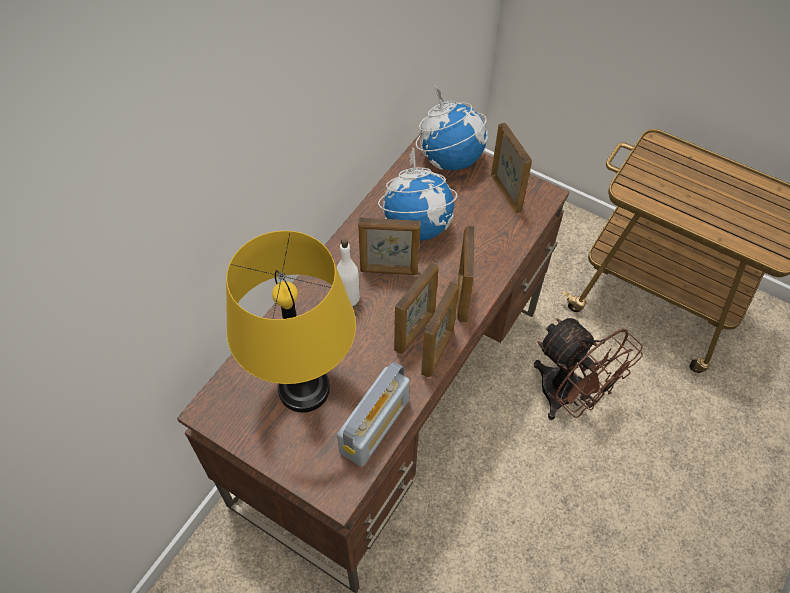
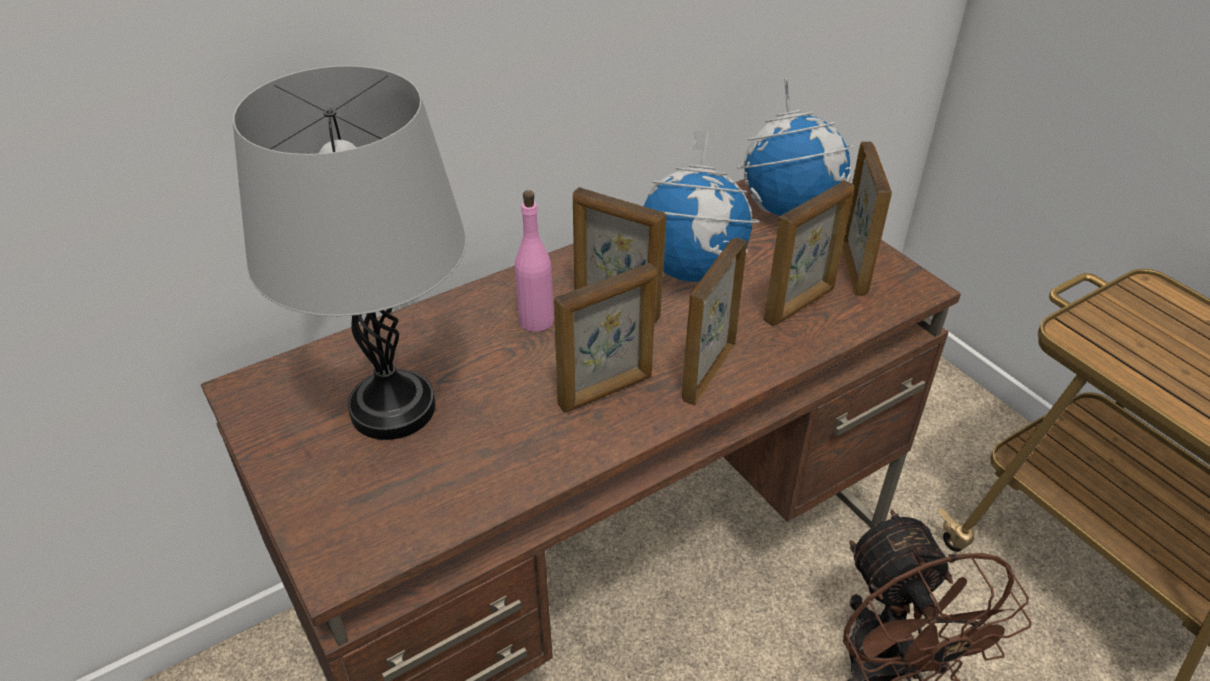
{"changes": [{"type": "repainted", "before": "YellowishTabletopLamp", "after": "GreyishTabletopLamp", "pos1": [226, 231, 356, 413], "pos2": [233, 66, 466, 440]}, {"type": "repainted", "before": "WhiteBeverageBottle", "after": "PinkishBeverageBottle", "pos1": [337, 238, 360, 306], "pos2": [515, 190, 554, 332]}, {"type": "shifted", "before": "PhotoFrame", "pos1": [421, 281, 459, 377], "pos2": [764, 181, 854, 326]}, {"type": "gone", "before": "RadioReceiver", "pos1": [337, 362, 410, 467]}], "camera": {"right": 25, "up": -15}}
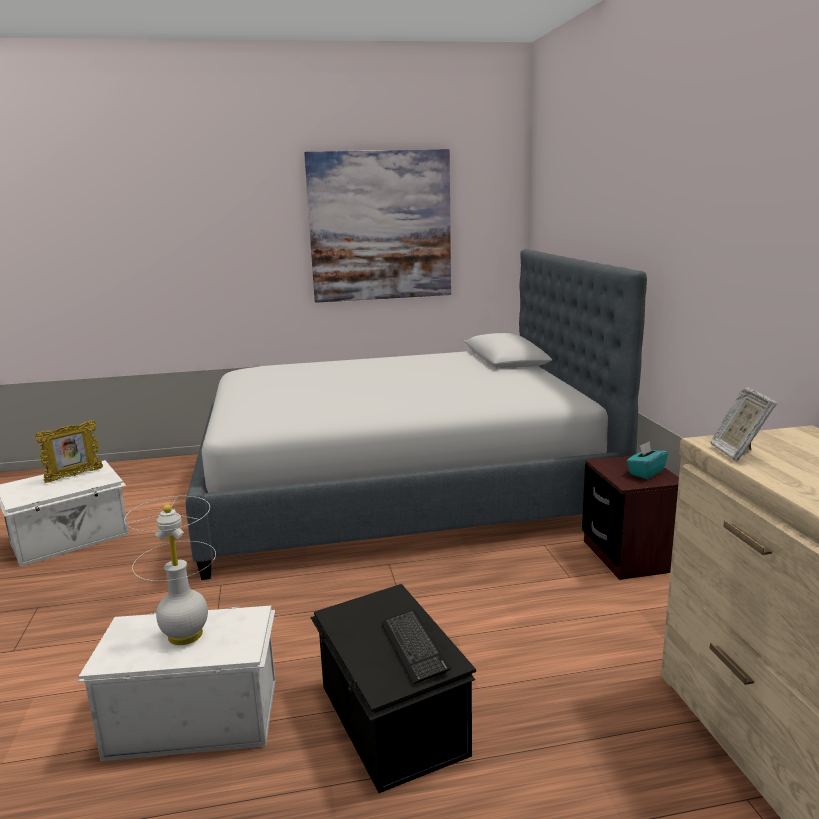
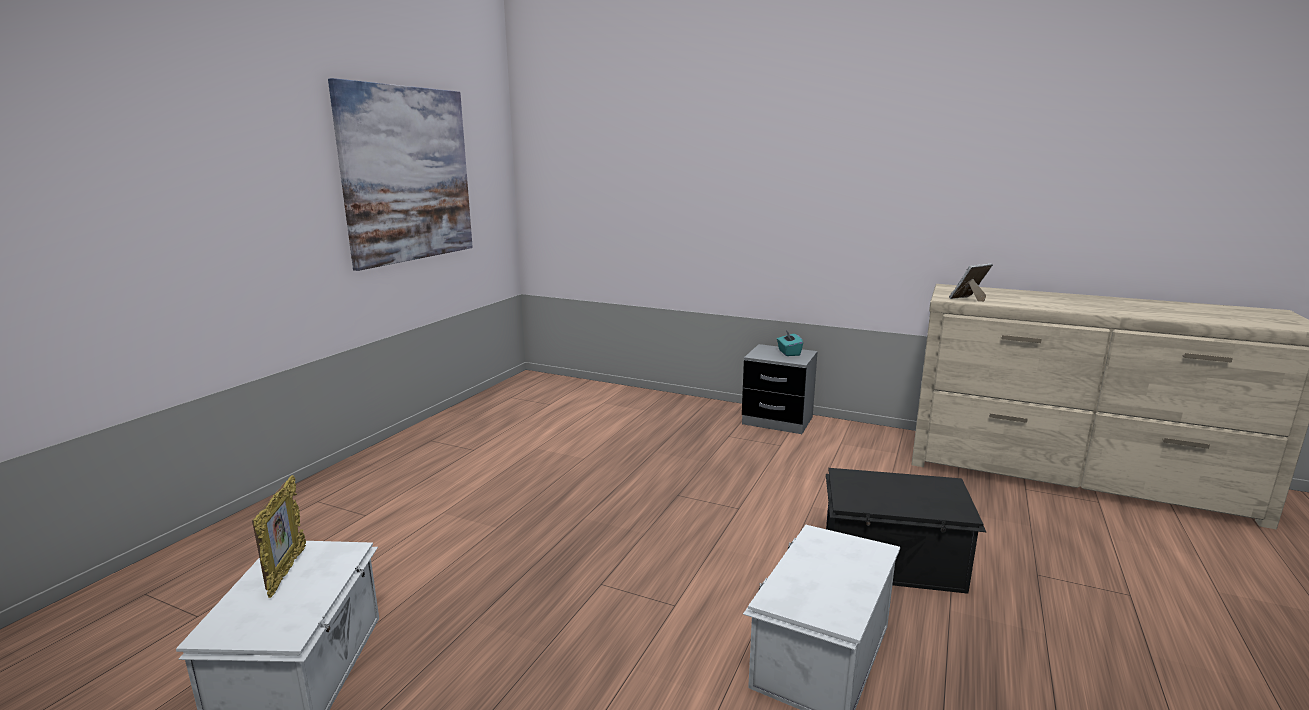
{"changes": [{"type": "repainted", "before": "BrownishBedsideTable", "after": "GreyishBedsideTable", "pos1": [582, 455, 679, 580], "pos2": [742, 344, 818, 434]}, {"type": "rotated", "before": "PhotoFrame", "pos1": [710, 387, 777, 462], "pos2": [949, 263, 993, 301], "turn": 120}, {"type": "gone", "before": "WhiteTabletopLamp", "pos1": [124, 496, 216, 645]}, {"type": "gone", "before": "Bed", "pos1": [186, 249, 647, 580]}, {"type": "gone", "before": "PcKeyboard", "pos1": [381, 610, 450, 684]}], "camera": {"right": -55, "up": 0}}
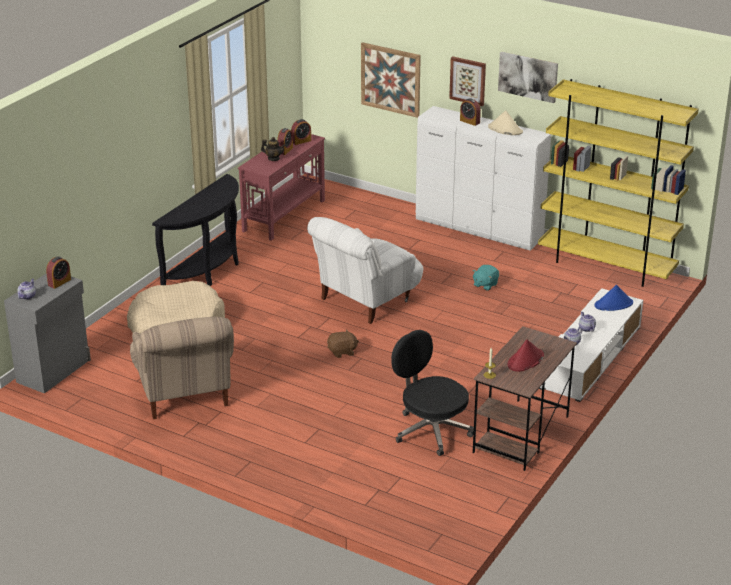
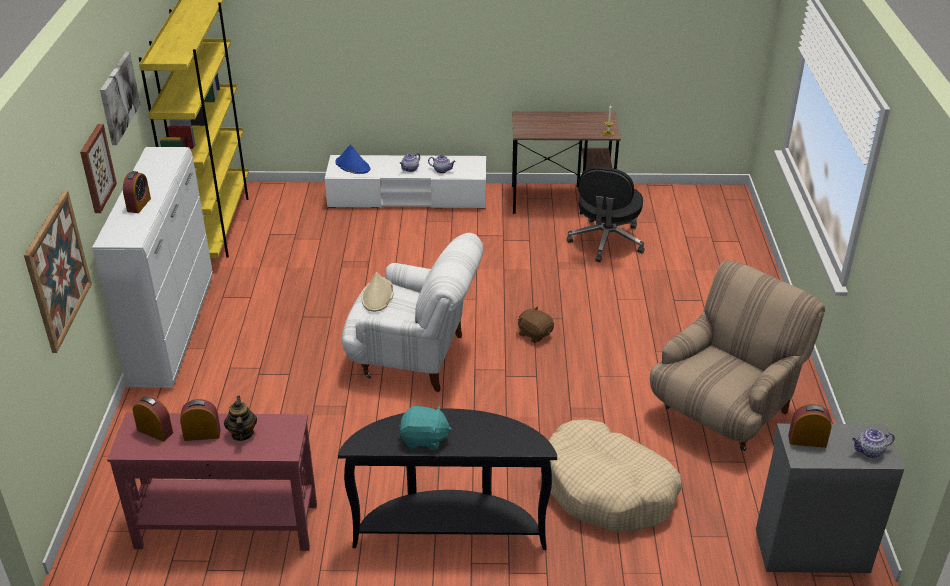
{"changes": [{"type": "shifted", "before": "BeigeColouredWearableHat", "pos1": [488, 110, 523, 135], "pos2": [362, 272, 394, 312]}, {"type": "shifted", "before": "BlueGreenPlushToy", "pos1": [472, 265, 499, 291], "pos2": [399, 405, 452, 450]}, {"type": "gone", "before": "RedWearableHat", "pos1": [508, 339, 544, 372]}], "camera": {"right": -120, "up": 5}}
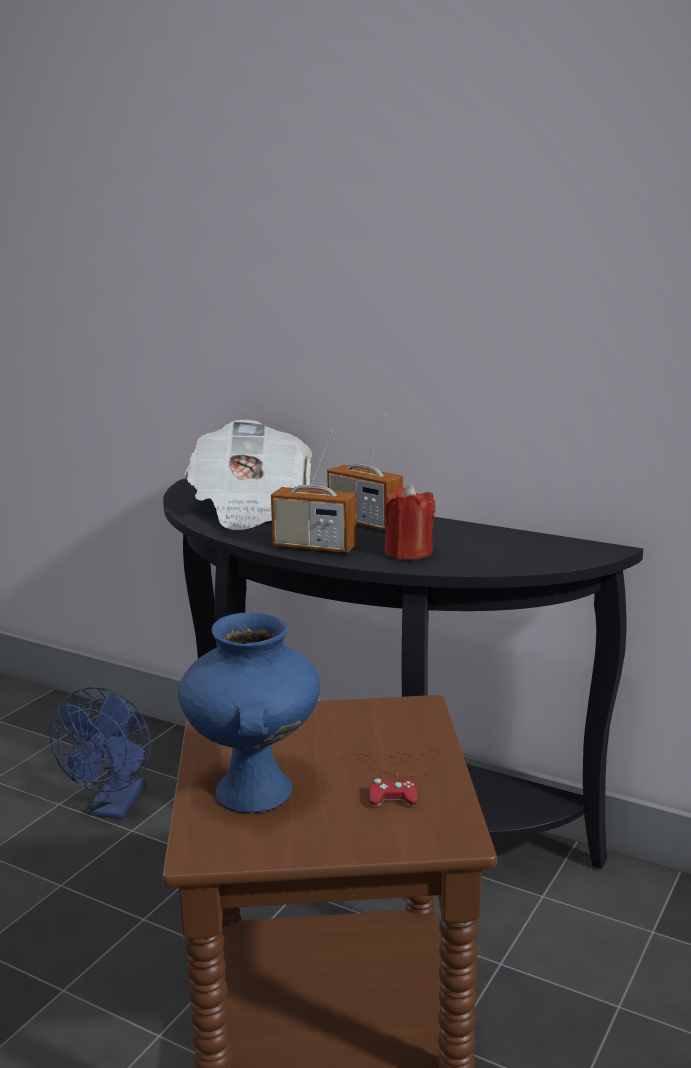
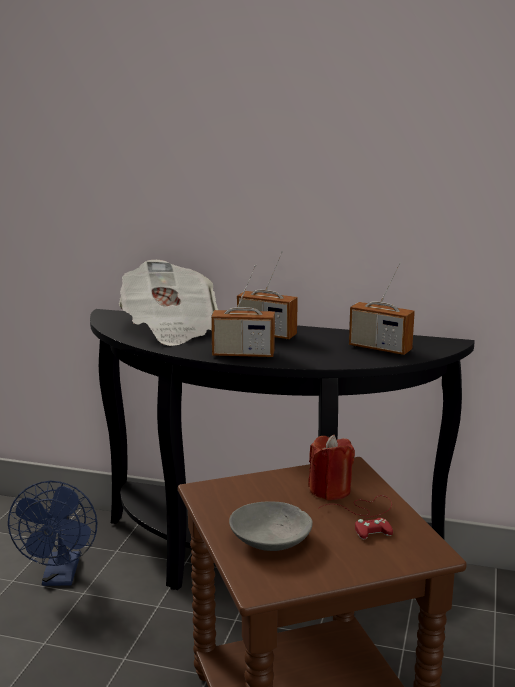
{"changes": [{"type": "swapped", "before": "BluishFlowerVase", "after": "GreyishBowl", "pos1": [178, 613, 320, 813], "pos2": [229, 501, 313, 551]}, {"type": "shifted", "before": "RedWaxLight", "pos1": [385, 484, 435, 559], "pos2": [308, 435, 355, 500]}, {"type": "new", "after": "RadioReceiver", "pos2": [349, 262, 415, 355]}], "camera": {"right": -15, "up": 0}}
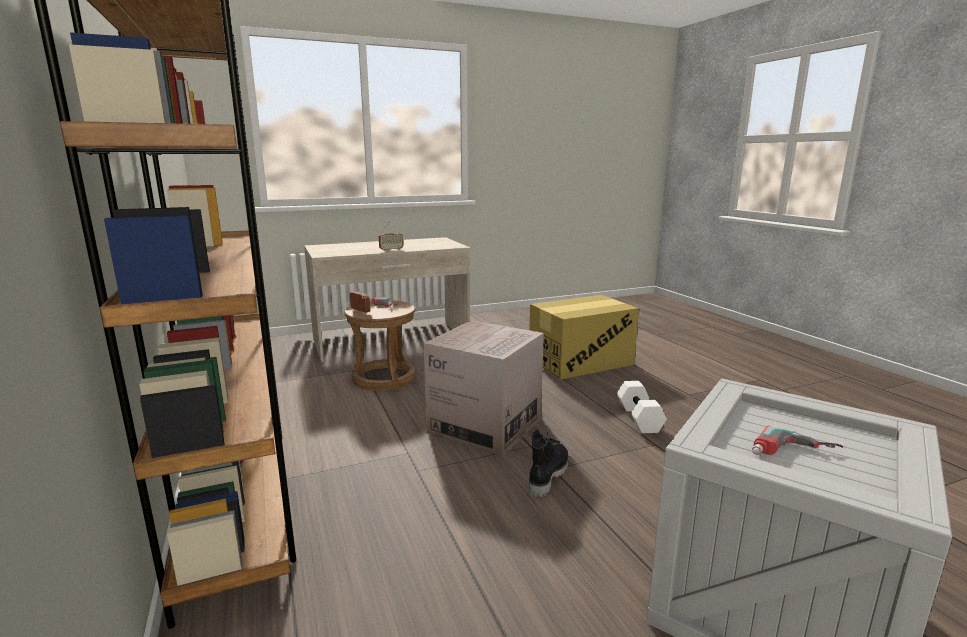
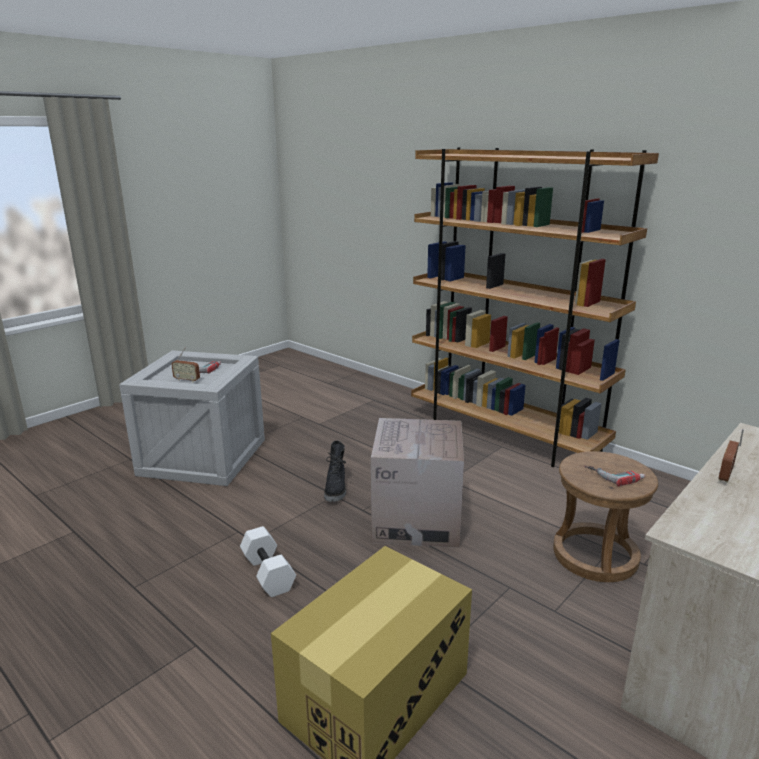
{"changes": [{"type": "shifted", "before": "RadioReceiver", "pos1": [350, 280, 370, 314], "pos2": [171, 347, 200, 383]}], "camera": {"right": 155, "up": 5}}
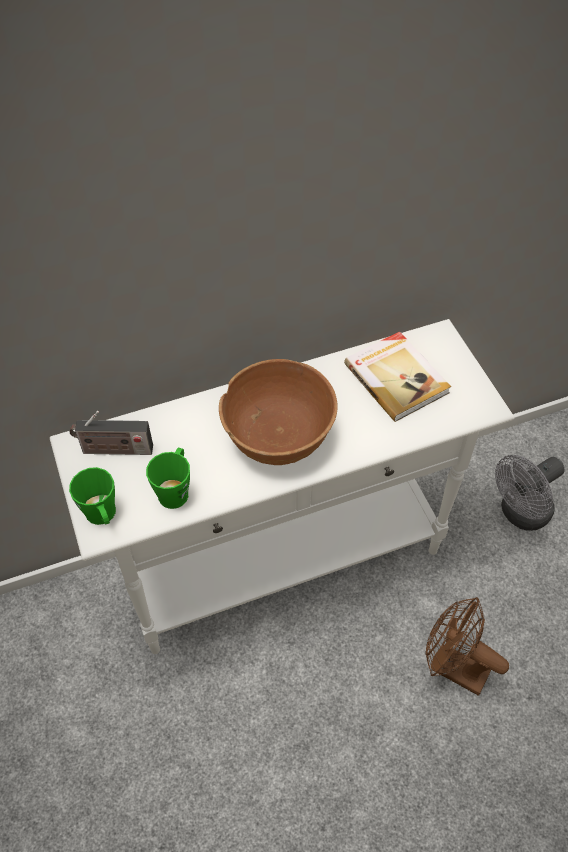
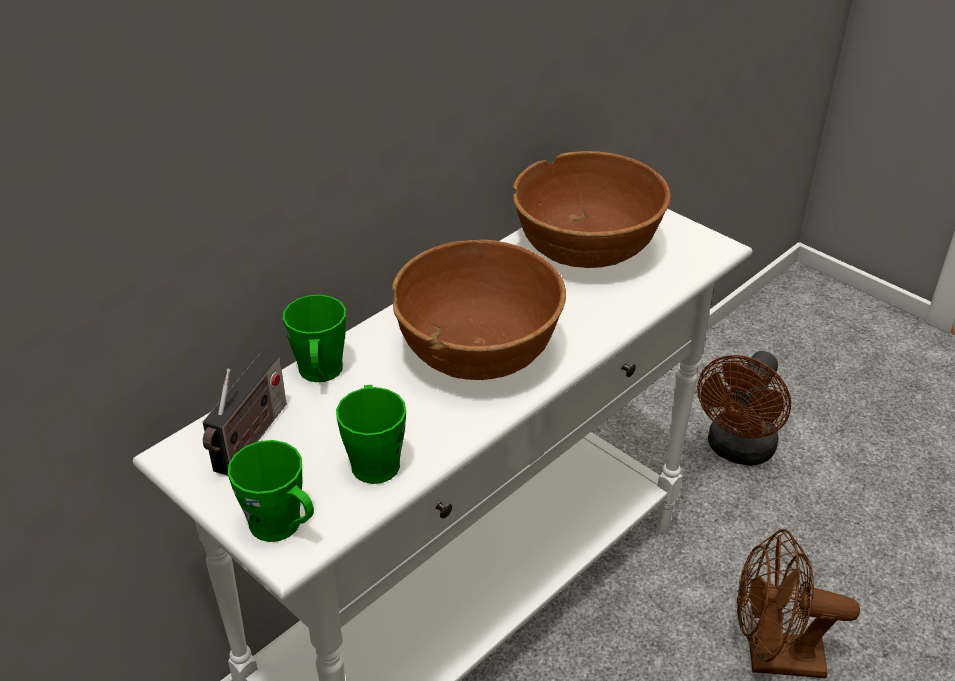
{"changes": [{"type": "rotated", "before": "RadioReceiver", "pos1": [69, 411, 153, 455], "pos2": [203, 351, 287, 476], "turn": -45}, {"type": "new", "after": "GreenCoffeeMug", "pos2": [283, 295, 346, 382]}, {"type": "swapped", "before": "BoundBook", "after": "BrownishBowl", "pos1": [344, 332, 451, 422], "pos2": [513, 151, 671, 268]}, {"type": "repainted", "before": "GreyishCoolingFan", "after": "BrownishCoolingFan", "pos1": [495, 455, 565, 531], "pos2": [697, 351, 791, 466]}], "camera": {"right": -25, "up": -15}}
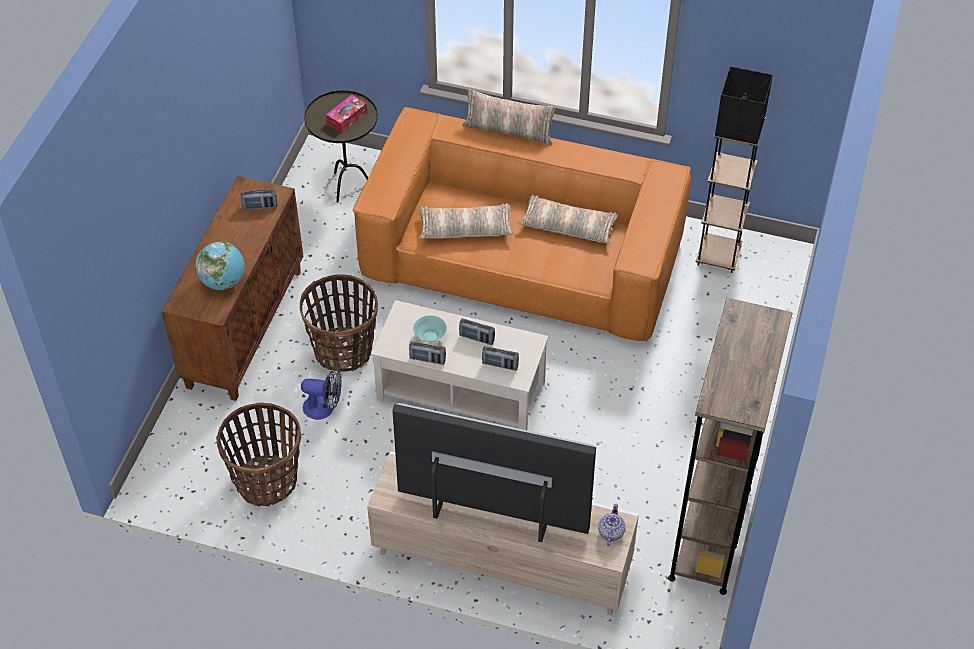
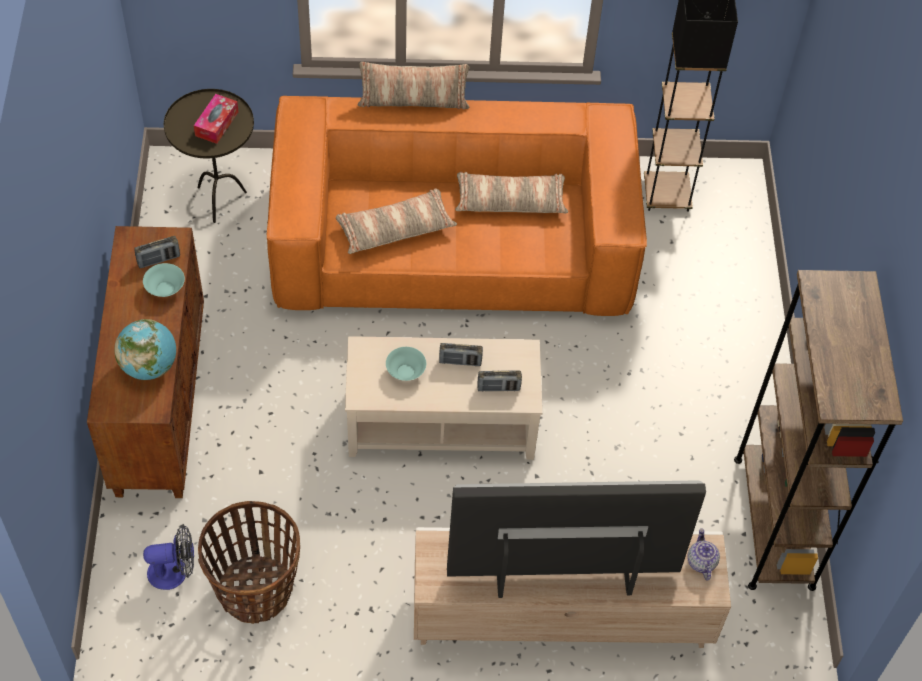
{"changes": [{"type": "new", "after": "BlueGreenBowl", "pos2": [143, 263, 185, 297]}, {"type": "shifted", "before": "CoolingFan", "pos1": [301, 369, 342, 420], "pos2": [143, 525, 194, 590]}, {"type": "gone", "before": "Basket", "pos1": [299, 274, 378, 372]}, {"type": "gone", "before": "RadioReceiver", "pos1": [409, 341, 446, 365]}], "camera": {"right": -20, "up": 5}}
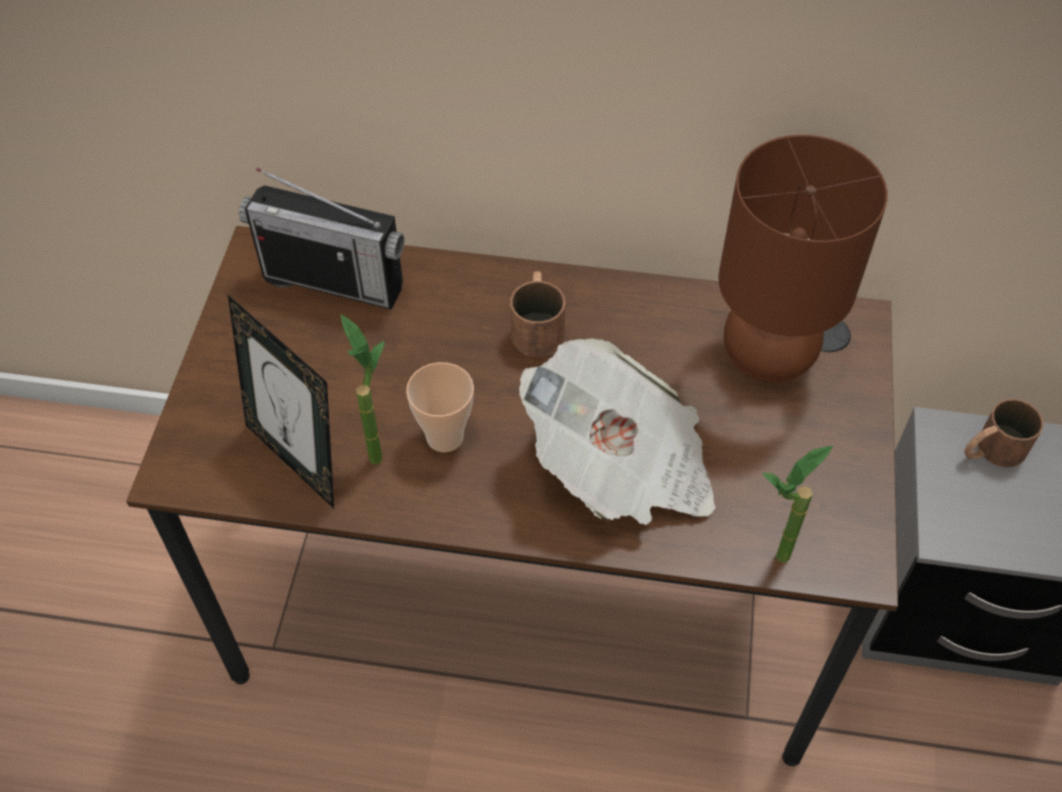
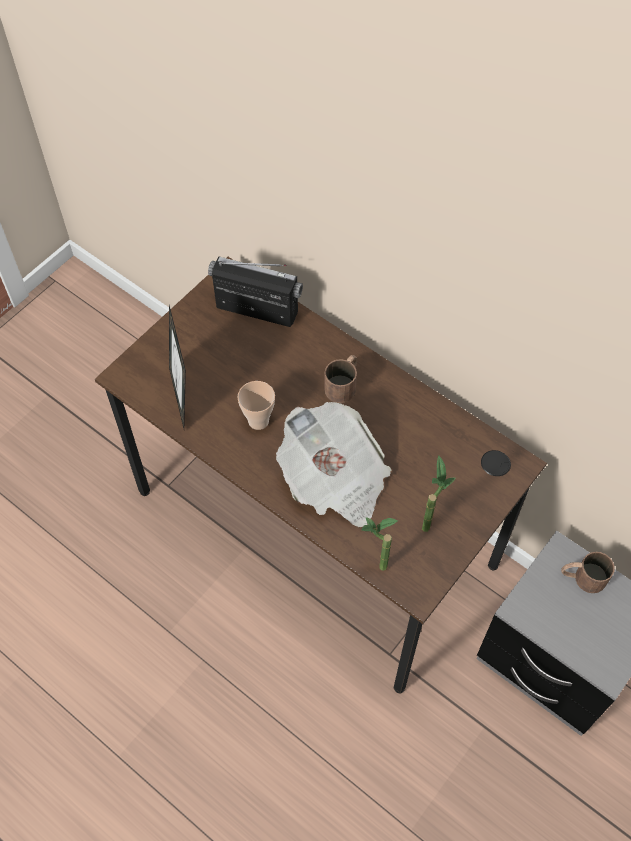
{"changes": [{"type": "rotated", "before": "RadioReceiver", "pos1": [239, 168, 404, 309], "pos2": [208, 256, 303, 327], "turn": 150}, {"type": "shifted", "before": "Houseplant", "pos1": [341, 315, 385, 465], "pos2": [422, 455, 456, 532]}, {"type": "gone", "before": "BrownishTabletopLamp", "pos1": [718, 135, 888, 382]}], "camera": {"right": 30, "up": 5}}
